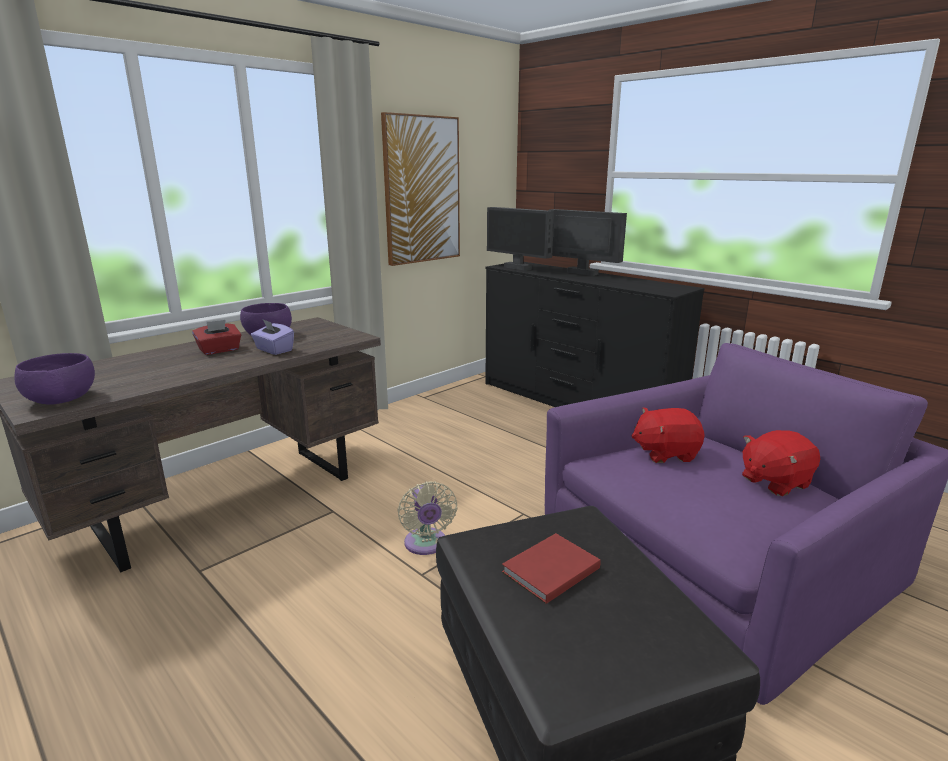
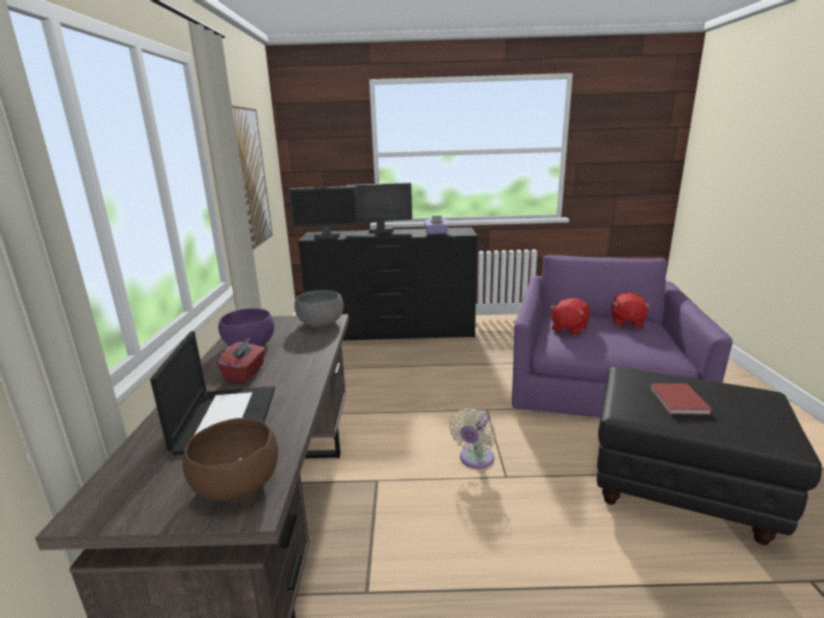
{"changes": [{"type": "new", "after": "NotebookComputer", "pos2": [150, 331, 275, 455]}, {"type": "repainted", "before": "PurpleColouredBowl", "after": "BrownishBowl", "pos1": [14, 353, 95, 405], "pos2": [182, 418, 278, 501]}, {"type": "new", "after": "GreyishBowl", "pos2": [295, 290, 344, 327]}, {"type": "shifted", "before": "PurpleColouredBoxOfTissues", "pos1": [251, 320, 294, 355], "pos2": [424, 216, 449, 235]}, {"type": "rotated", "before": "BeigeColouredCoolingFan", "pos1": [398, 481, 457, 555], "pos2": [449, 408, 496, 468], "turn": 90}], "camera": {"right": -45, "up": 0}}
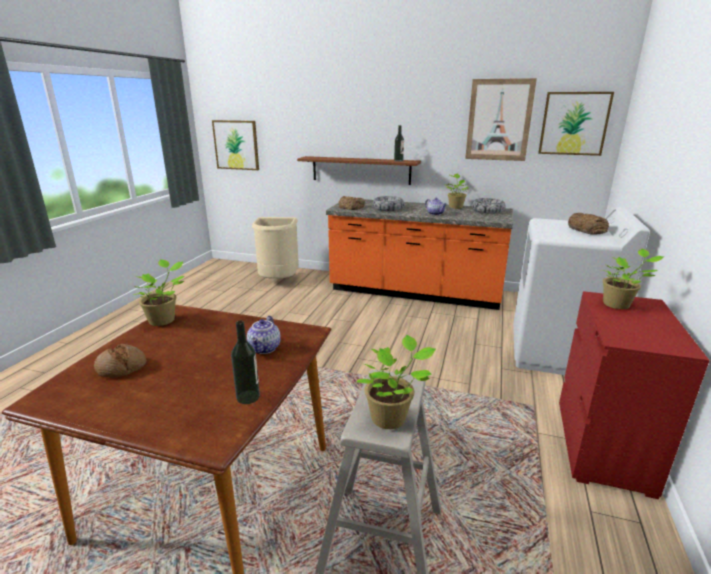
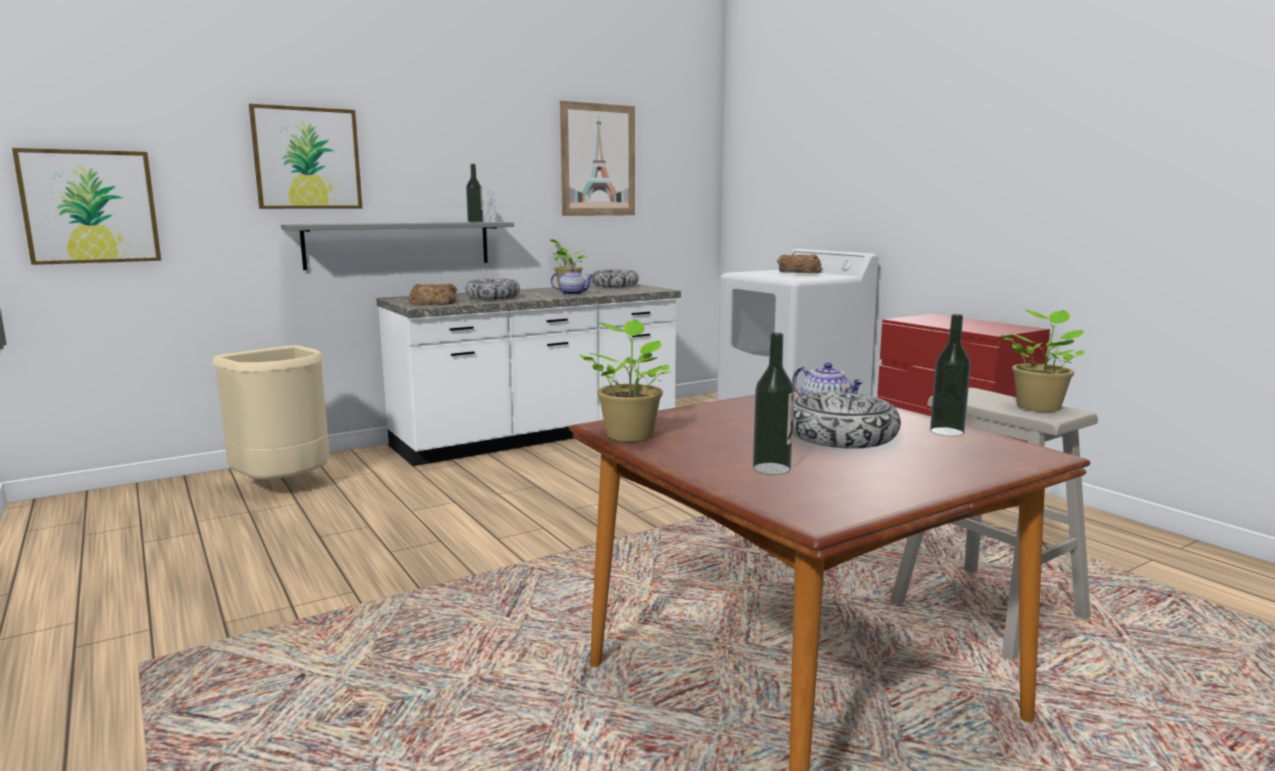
{"changes": [{"type": "shifted", "before": "Picture", "pos1": [538, 92, 614, 156], "pos2": [249, 104, 362, 209]}, {"type": "repainted", "before": "BrownishBracketShelf", "after": "GreyishBracketShelf", "pos1": [297, 156, 421, 185], "pos2": [281, 222, 514, 270]}, {"type": "repainted", "before": "OrangeColouredKitchenBaseUnit", "after": "WhiteKitchenBaseUnit", "pos1": [326, 199, 513, 310], "pos2": [376, 284, 681, 466]}, {"type": "swapped", "before": "Bread", "after": "BeverageBottle", "pos1": [94, 344, 147, 378], "pos2": [753, 333, 794, 475]}, {"type": "new", "after": "Bowl", "pos2": [793, 392, 901, 449]}, {"type": "gone", "before": "Houseplant", "pos1": [601, 249, 664, 309]}], "camera": {"right": -50, "up": -10}}
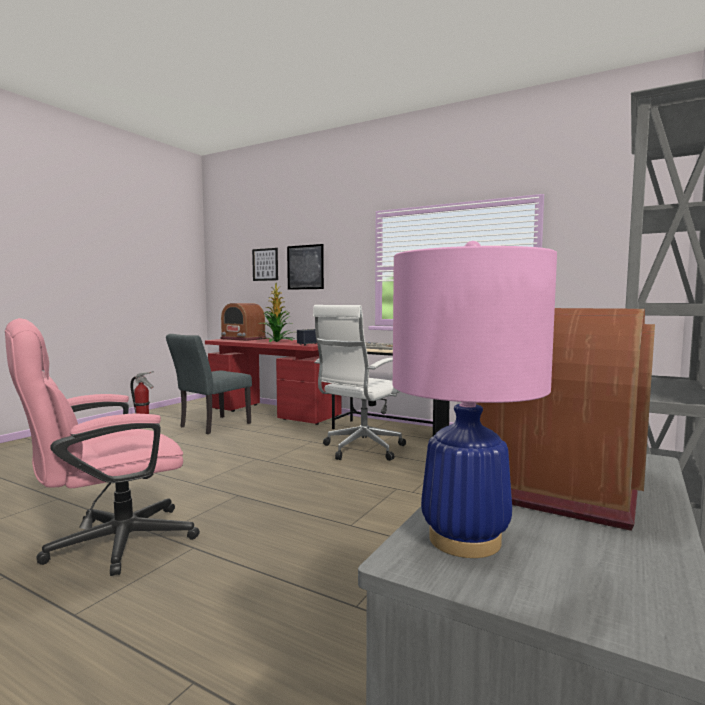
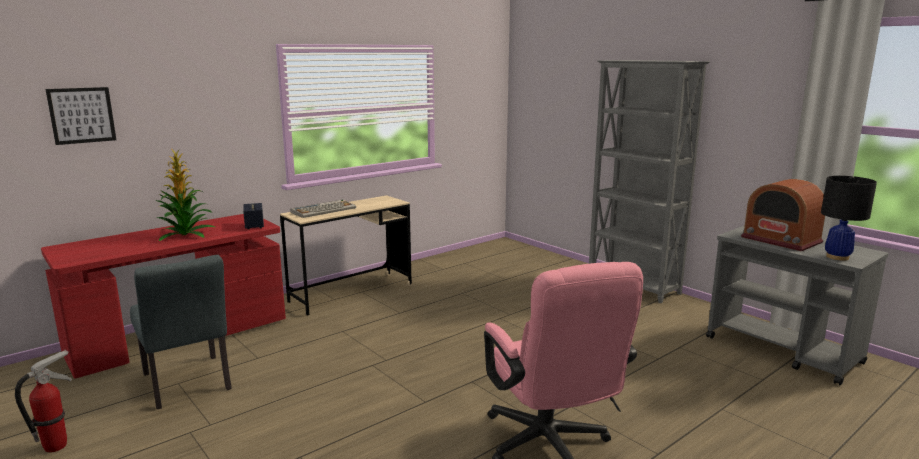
{"changes": [{"type": "repainted", "before": "PinkishTabletopLamp", "after": "BlackTabletopLamp", "pos1": [393, 241, 557, 558], "pos2": [821, 176, 877, 261]}, {"type": "gone", "before": "RadioReceiver", "pos1": [221, 303, 267, 341]}, {"type": "gone", "before": "Picture", "pos1": [287, 244, 324, 290]}, {"type": "gone", "before": "WhiteOfficeChair", "pos1": [313, 305, 406, 461]}], "camera": {"right": -70, "up": 10}}
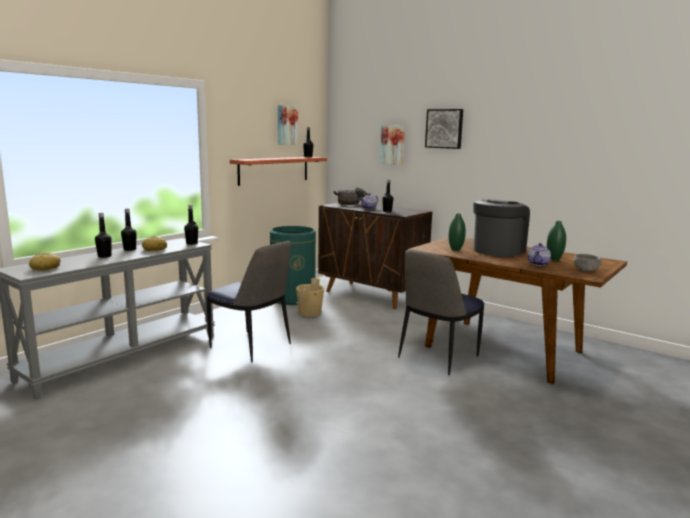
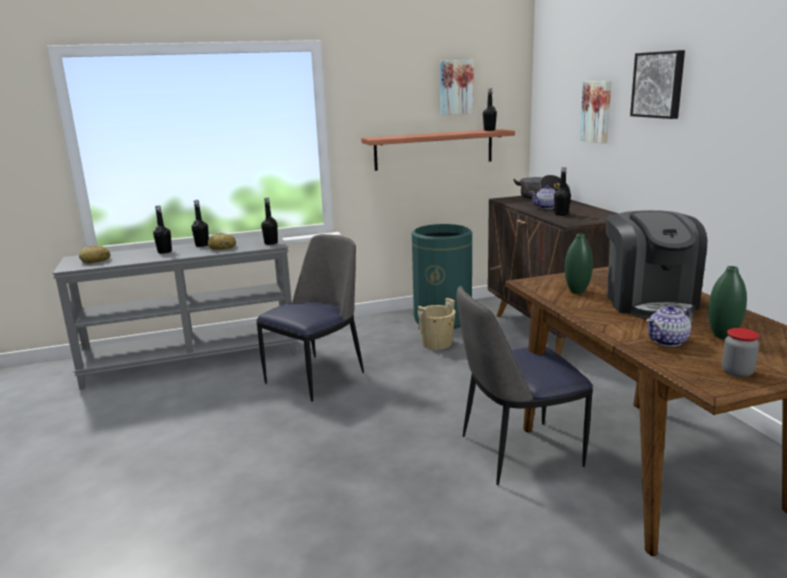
{"changes": [{"type": "rotated", "before": "UprightChair", "pos1": [206, 241, 291, 363], "pos2": [256, 234, 364, 402], "turn": -120}, {"type": "rotated", "before": "CoffeeBrewer", "pos1": [473, 199, 530, 256], "pos2": [606, 210, 707, 319], "turn": 105}, {"type": "swapped", "before": "GreyishBowl", "after": "Jar", "pos1": [573, 254, 602, 272], "pos2": [722, 328, 759, 378]}], "camera": {"right": 35, "up": 5}}
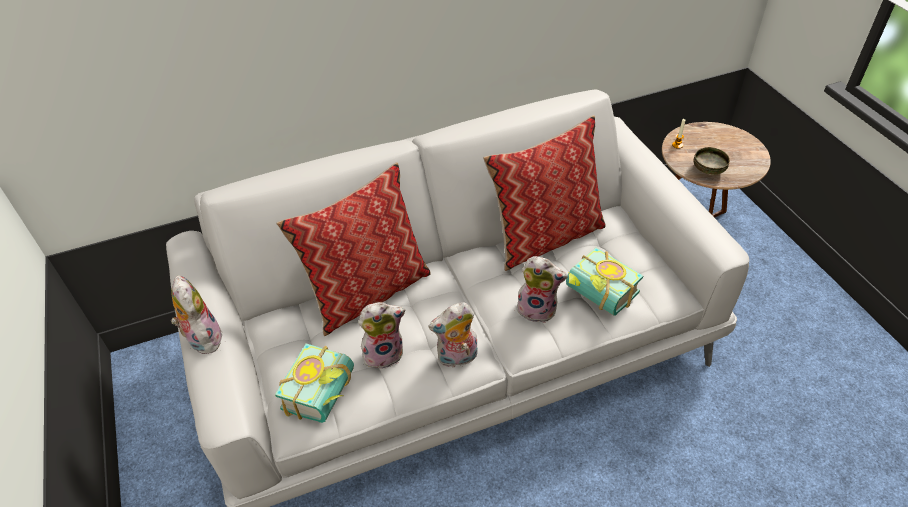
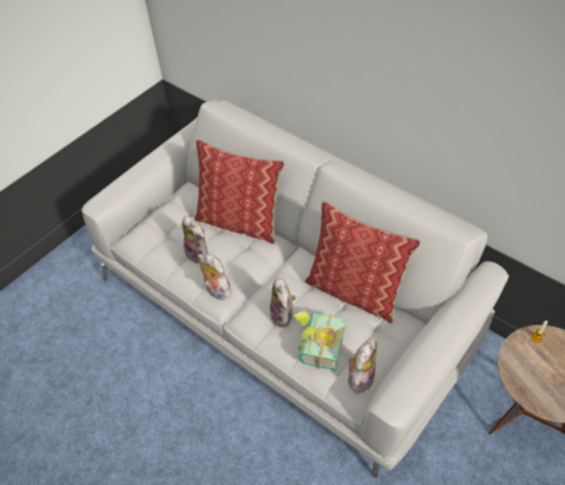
{"changes": [{"type": "shifted", "before": "PlushToy", "pos1": [171, 276, 223, 354], "pos2": [348, 338, 377, 394]}, {"type": "gone", "before": "BoundBook", "pos1": [275, 343, 354, 423]}, {"type": "gone", "before": "Bowl", "pos1": [693, 147, 730, 175]}], "camera": {"right": 60, "up": 5}}
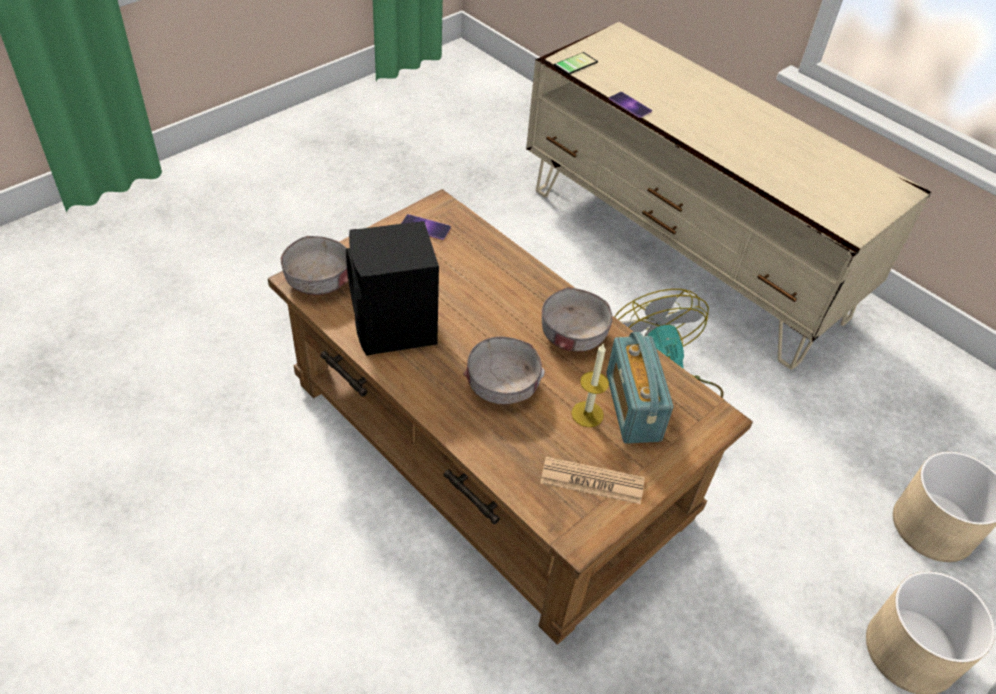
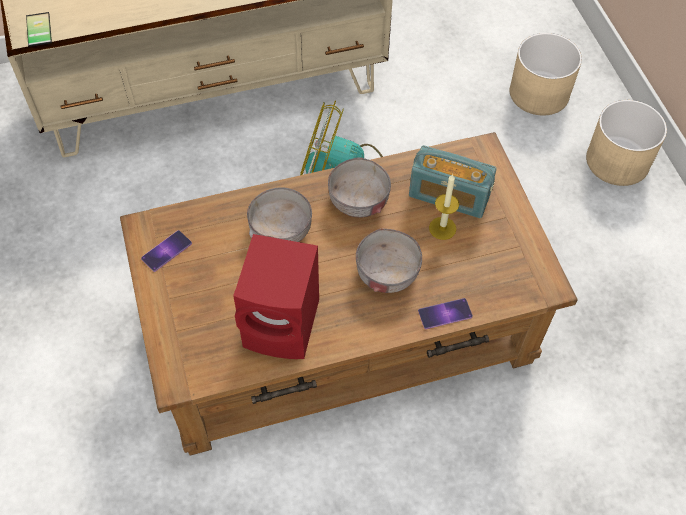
{"changes": [{"type": "repainted", "before": "BlackLoudspeaker", "after": "RedLoudspeaker", "pos1": [346, 221, 439, 356], "pos2": [233, 234, 319, 359]}, {"type": "shifted", "before": "GreyishBowl", "pos1": [281, 236, 348, 295], "pos2": [247, 187, 312, 242]}, {"type": "shifted", "before": "Telephone", "pos1": [609, 92, 652, 118], "pos2": [418, 298, 473, 329]}, {"type": "gone", "before": "DailyPaper", "pos1": [540, 457, 645, 504]}], "camera": {"right": -60, "up": 10}}
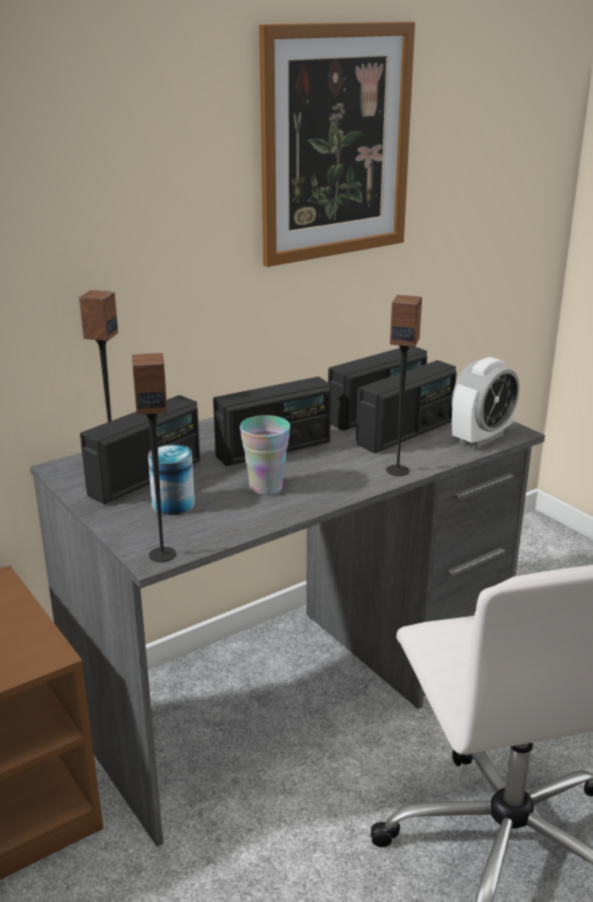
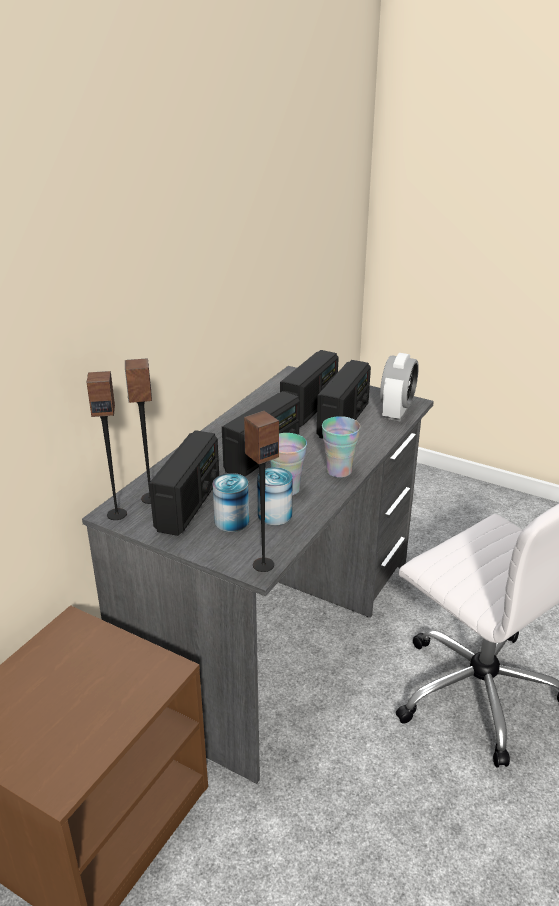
{"changes": [{"type": "shifted", "before": "Loudspeaker", "pos1": [386, 295, 422, 476], "pos2": [87, 371, 127, 520]}, {"type": "new", "after": "Can", "pos2": [257, 467, 293, 525]}, {"type": "new", "after": "DrinkingCup", "pos2": [322, 416, 360, 478]}, {"type": "gone", "before": "Picture", "pos1": [259, 22, 415, 267]}], "camera": {"right": -25, "up": 5}}
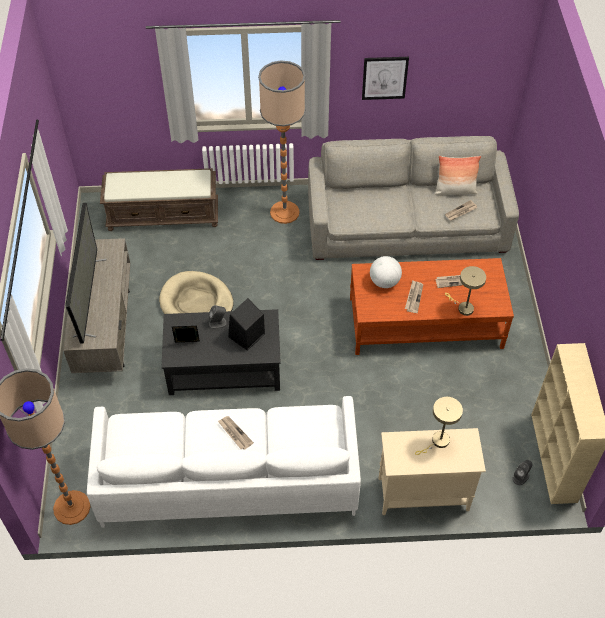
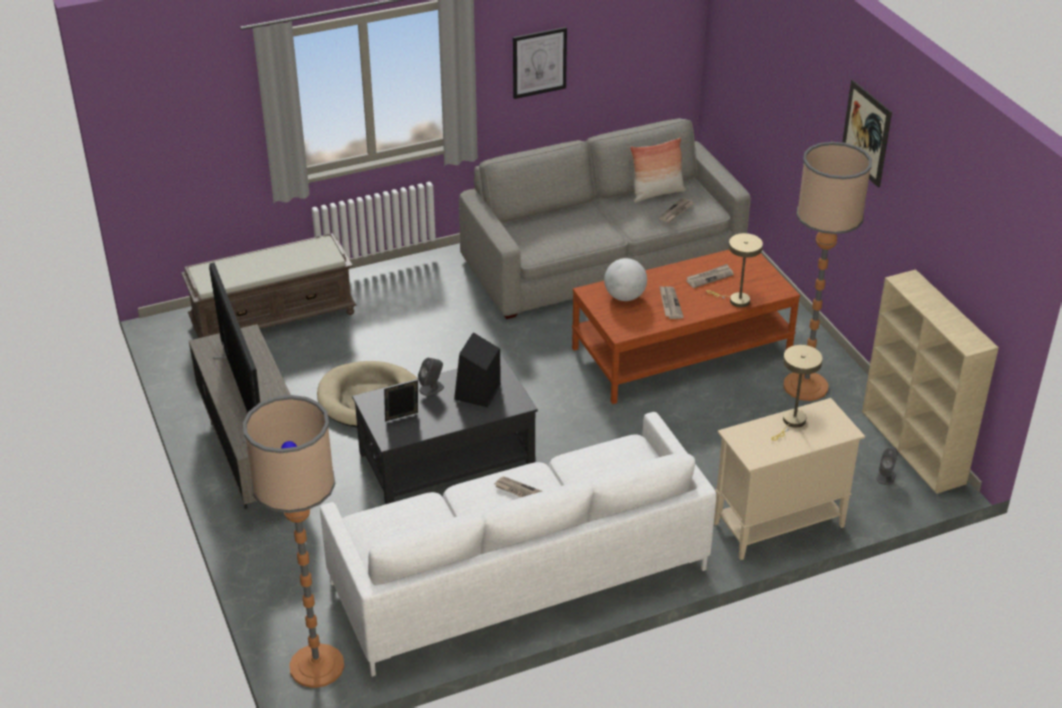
{"changes": [{"type": "shifted", "before": "StandingLamp", "pos1": [258, 61, 306, 224], "pos2": [783, 142, 872, 401]}, {"type": "new", "after": "Picture", "pos2": [842, 79, 892, 188]}], "camera": {"right": -20, "up": -15}}
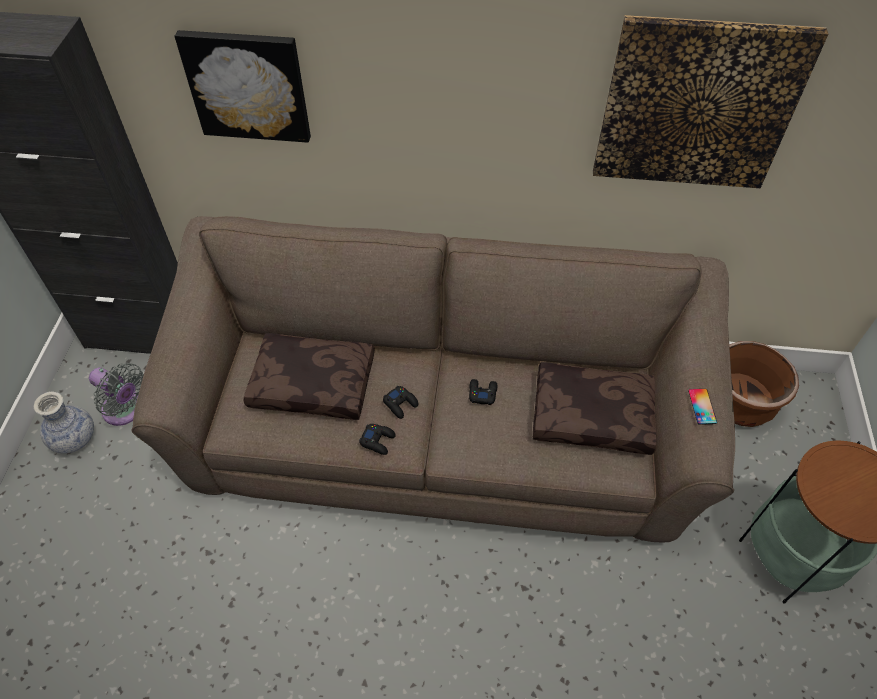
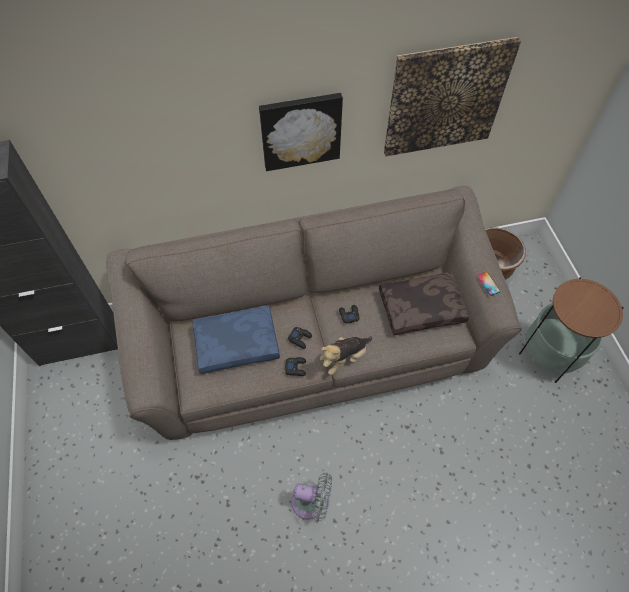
{"changes": [{"type": "repainted", "before": "BrownishPillow", "after": "BluishPillow", "pos1": [244, 333, 375, 420], "pos2": [192, 305, 280, 374]}, {"type": "shifted", "before": "Picture", "pos1": [175, 30, 311, 143], "pos2": [259, 93, 343, 171]}, {"type": "shifted", "before": "GreyishCoolingFan", "pos1": [89, 363, 144, 426], "pos2": [291, 472, 332, 521]}, {"type": "new", "after": "PlushToy", "pos2": [320, 336, 372, 375]}, {"type": "gone", "before": "FlowerVase", "pos1": [33, 391, 94, 454]}], "camera": {"right": -20, "up": 5}}
